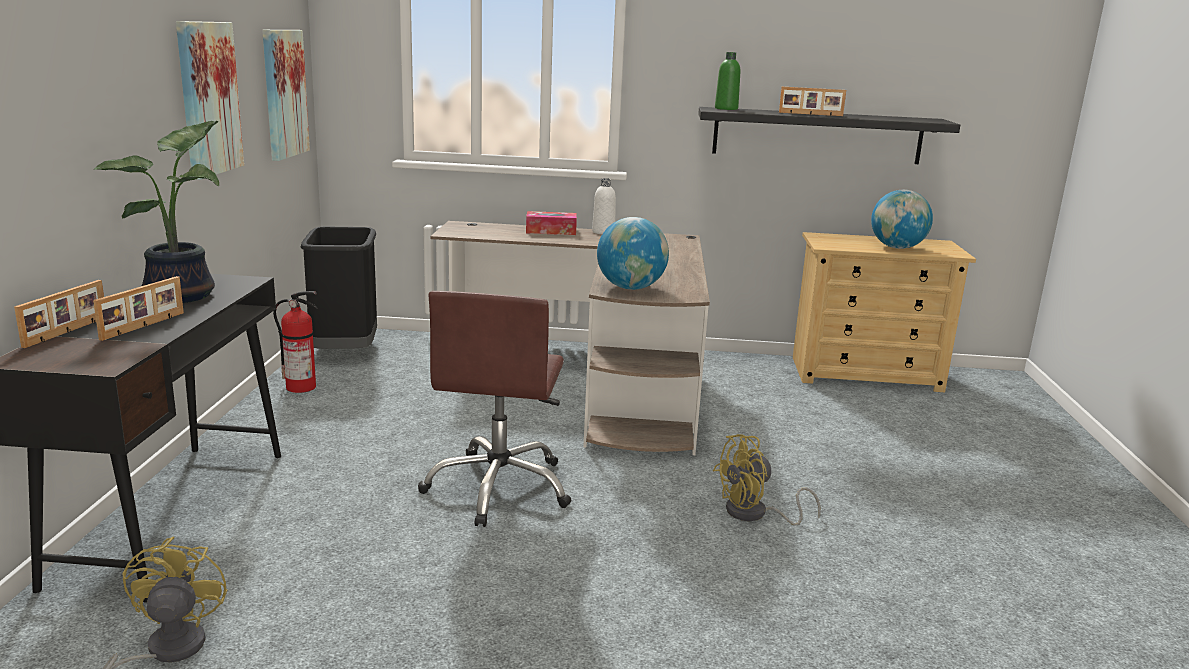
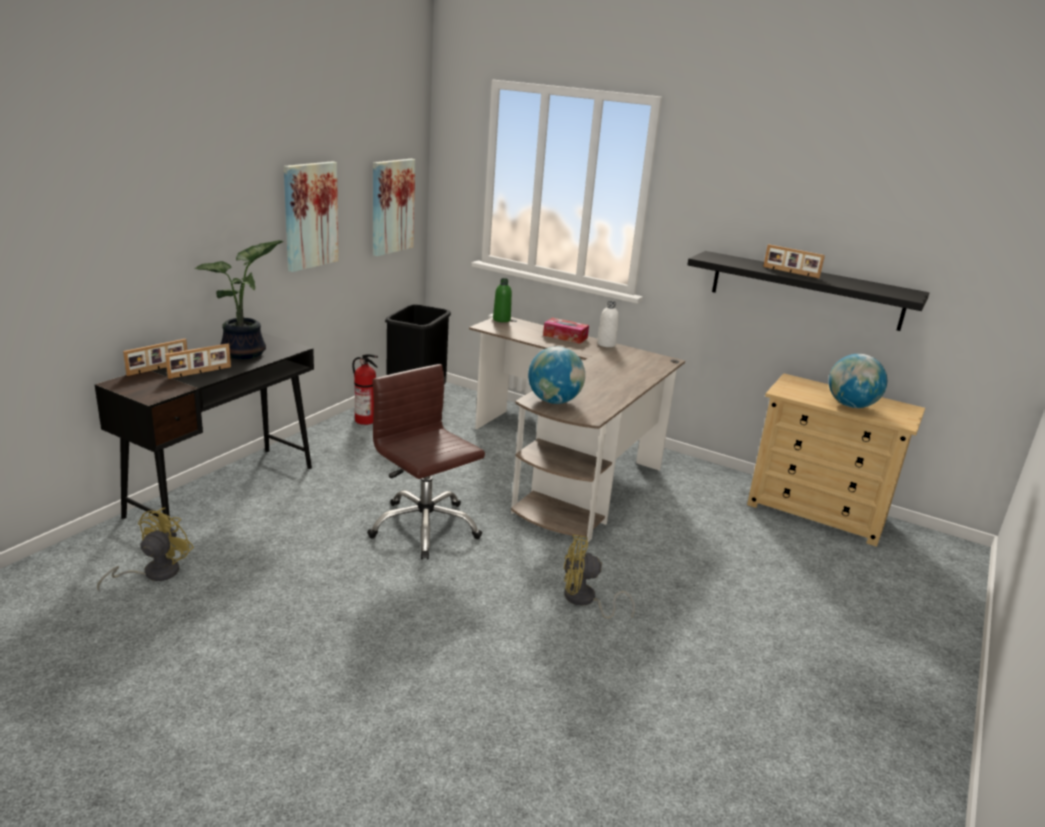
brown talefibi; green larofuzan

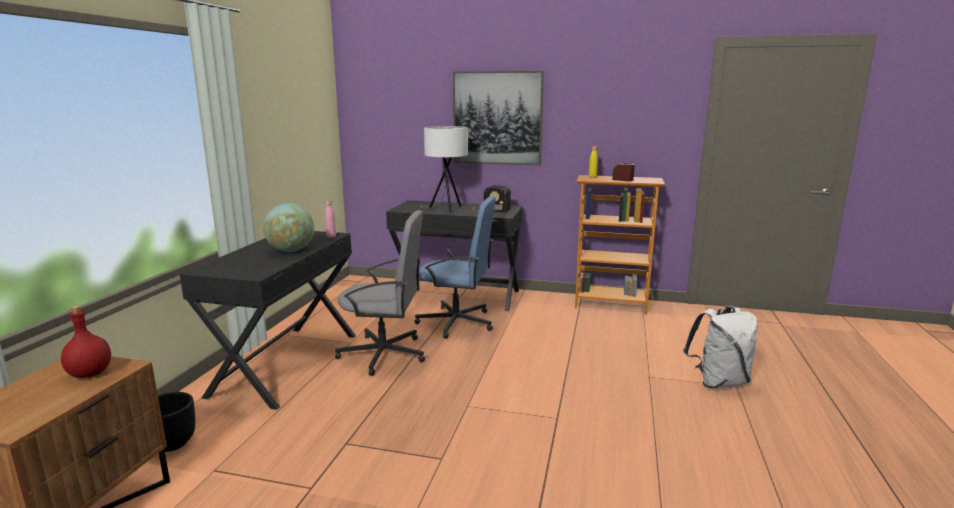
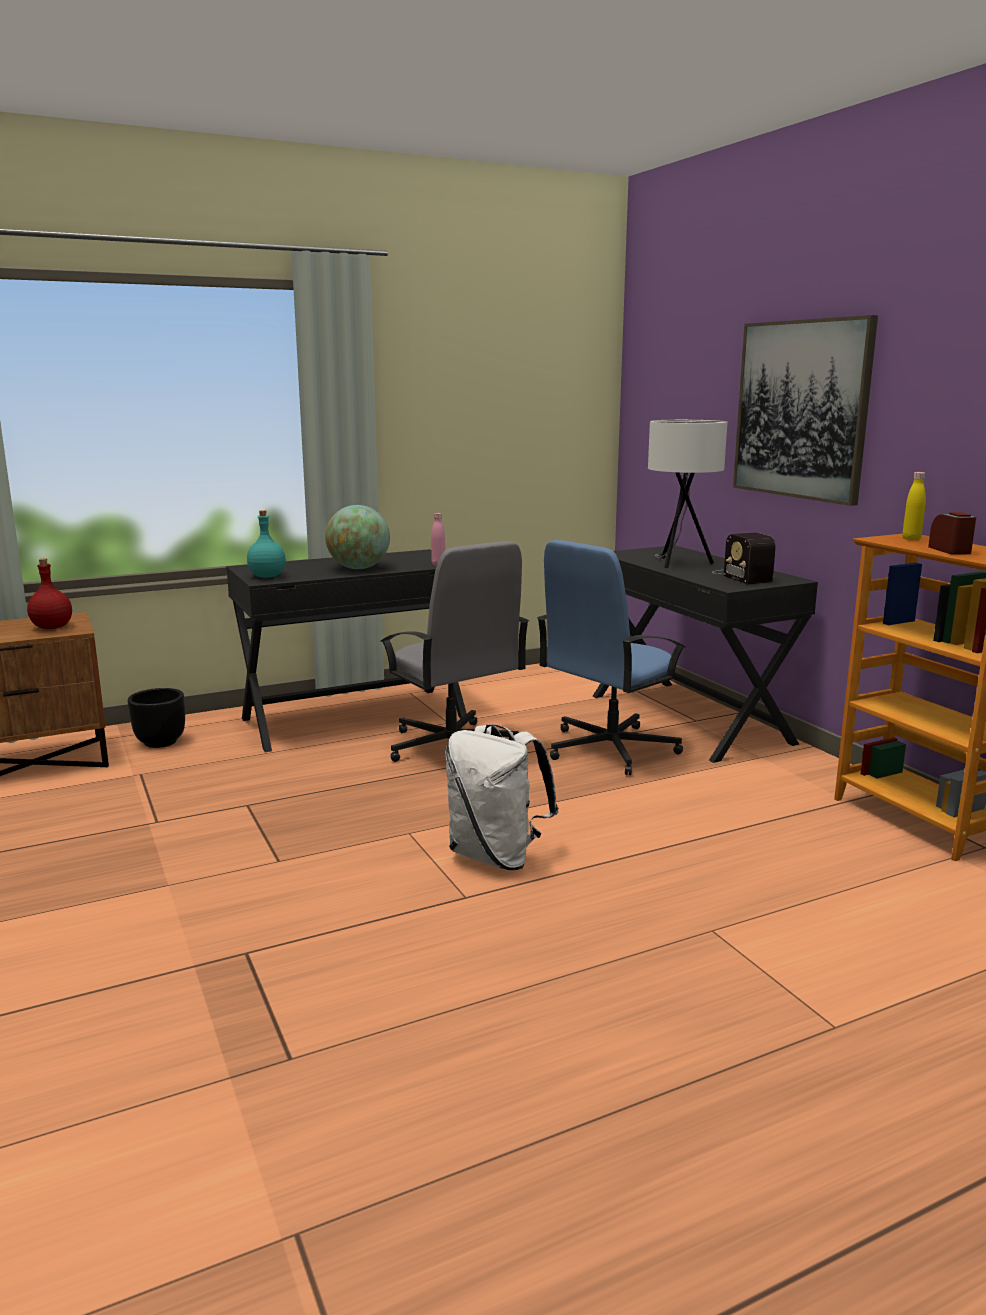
blue talefibi; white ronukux; turquoise larofuzan

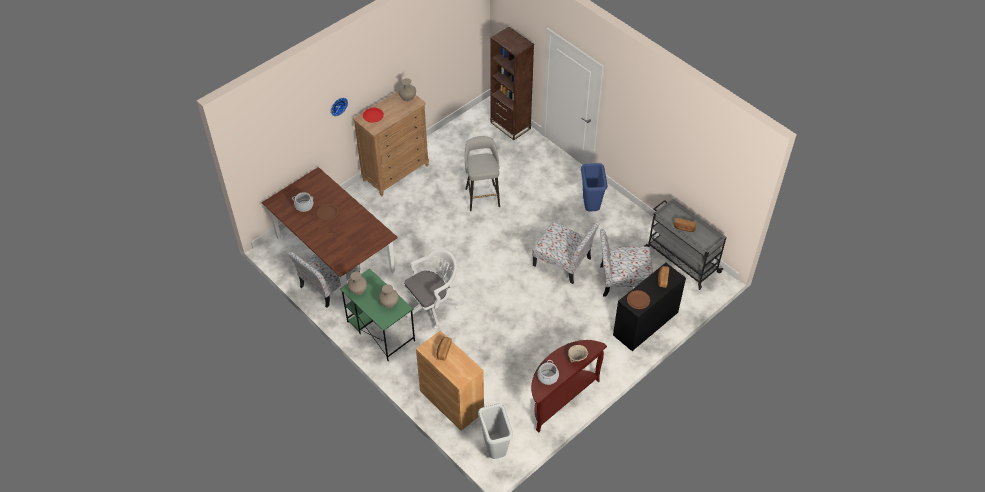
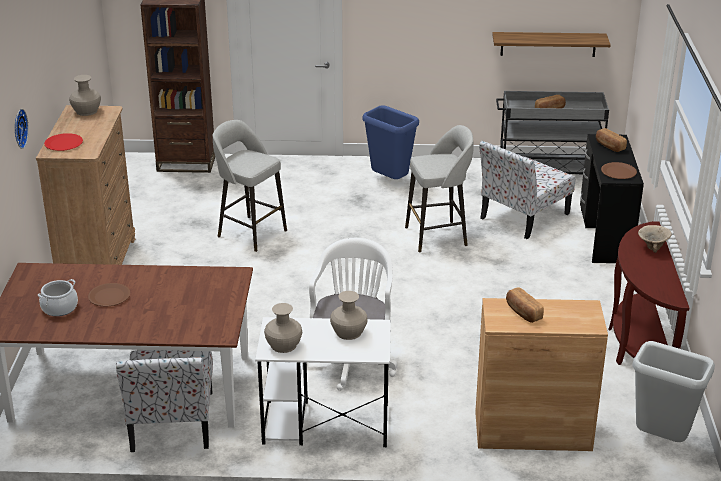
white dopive; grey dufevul (2nd from left); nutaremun (2nd from left in the first image); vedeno

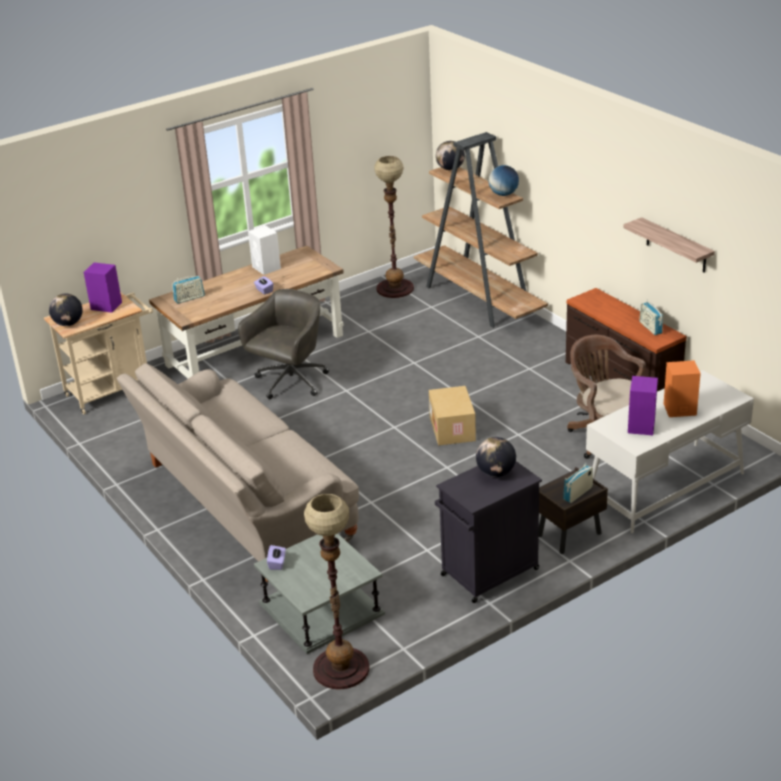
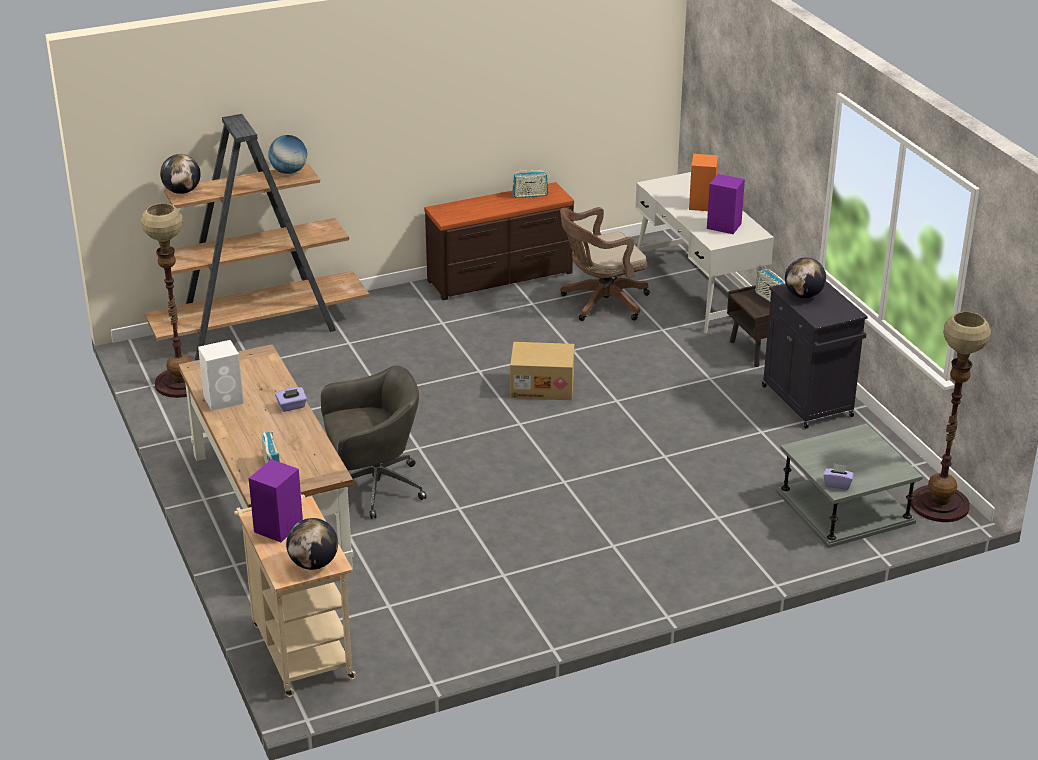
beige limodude; grey talefibi; vedeno

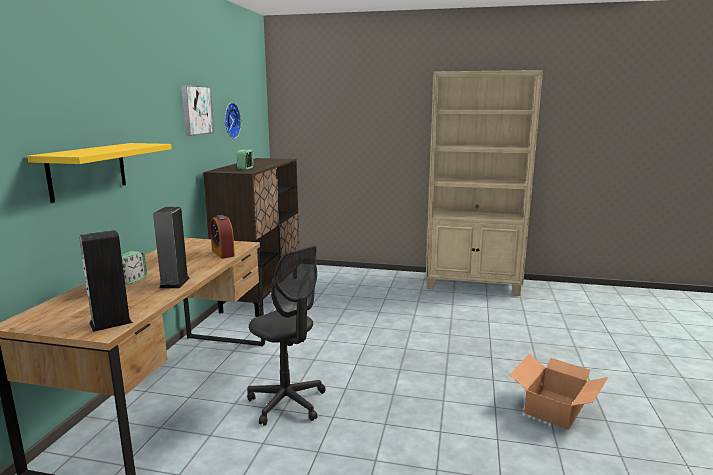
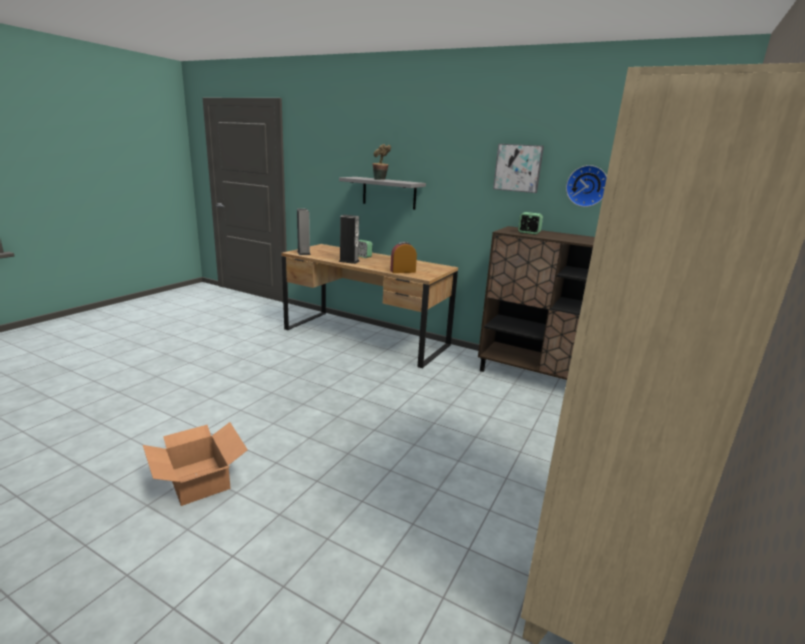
grey vedeno; grey talefibi; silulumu

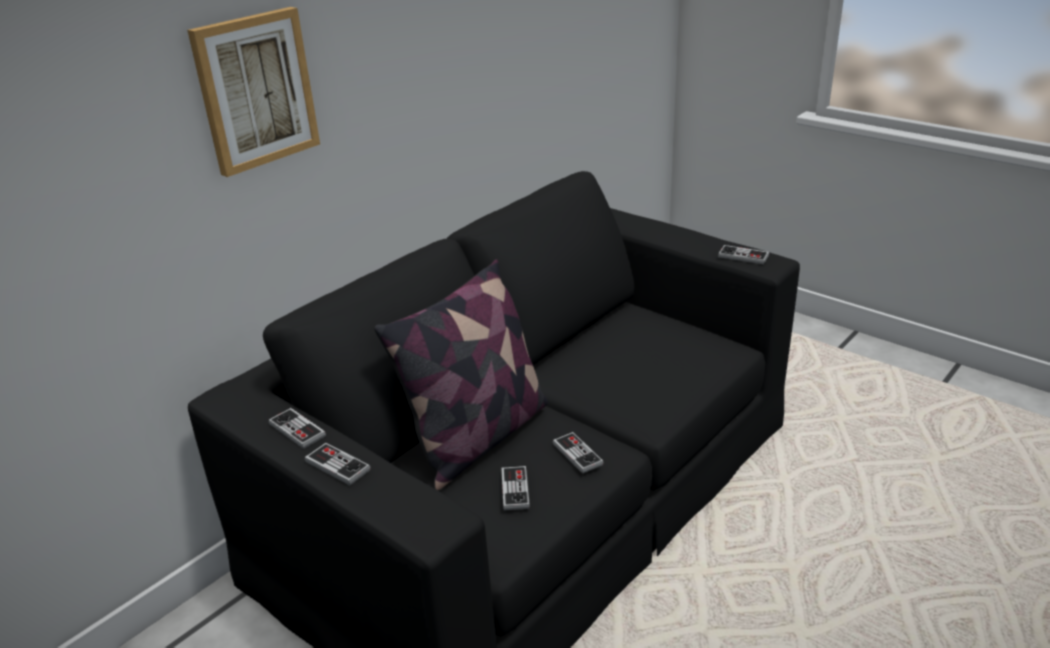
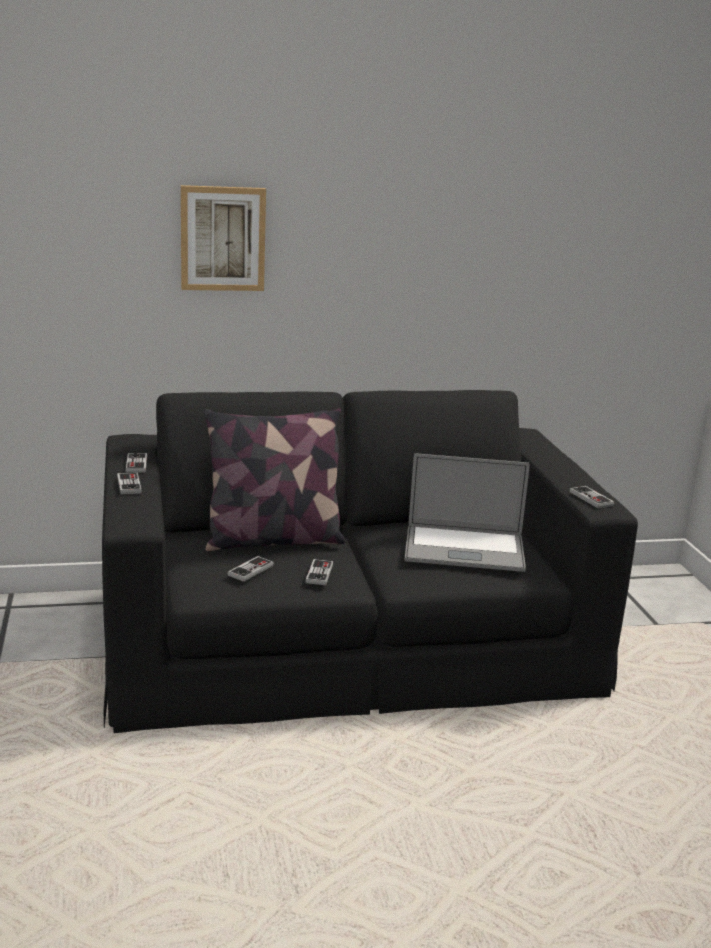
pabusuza

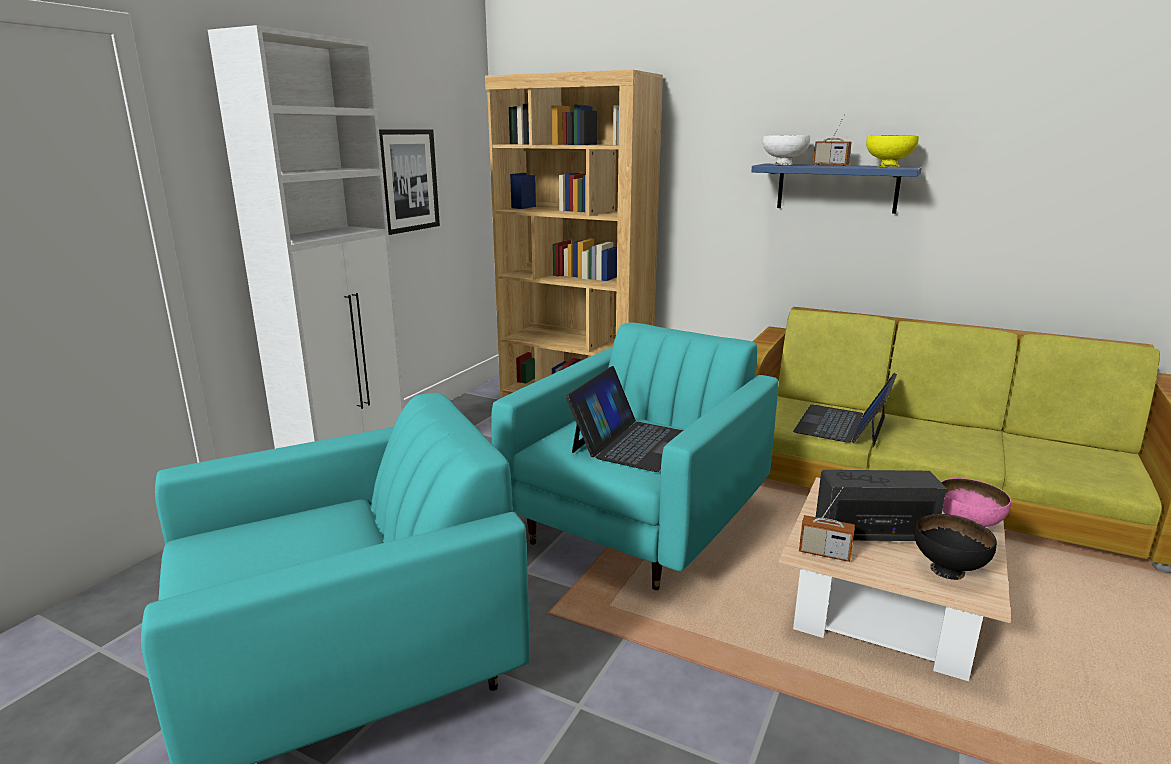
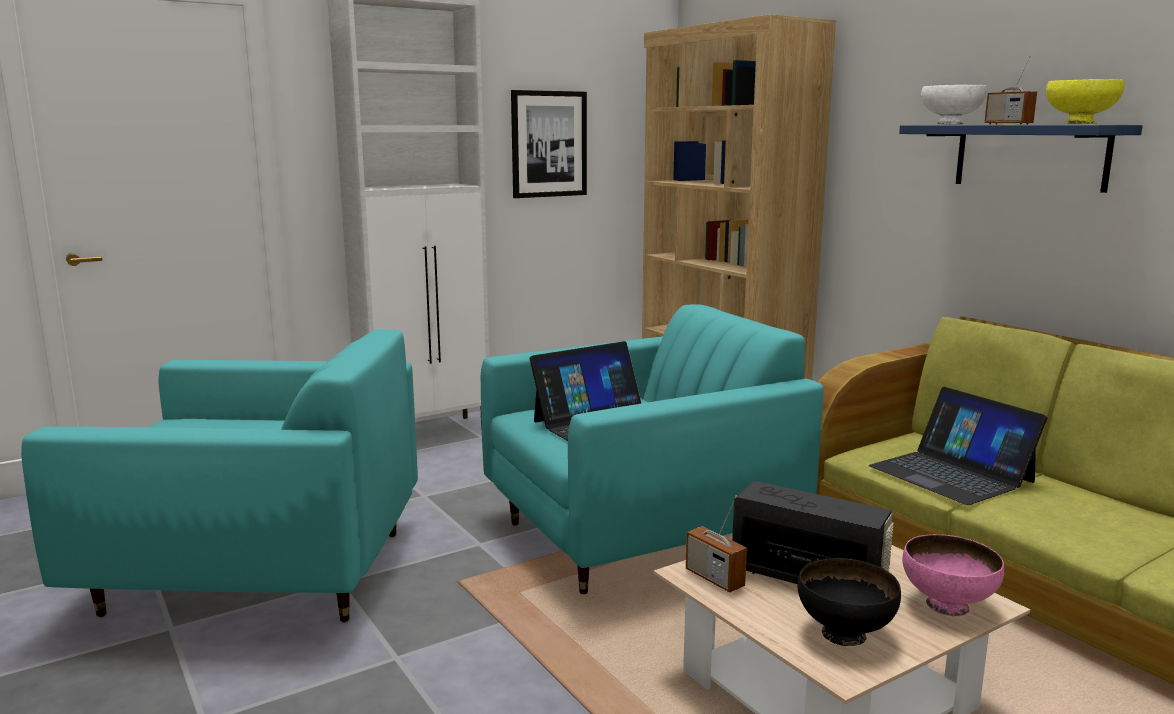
pabusuza (2nd from left)

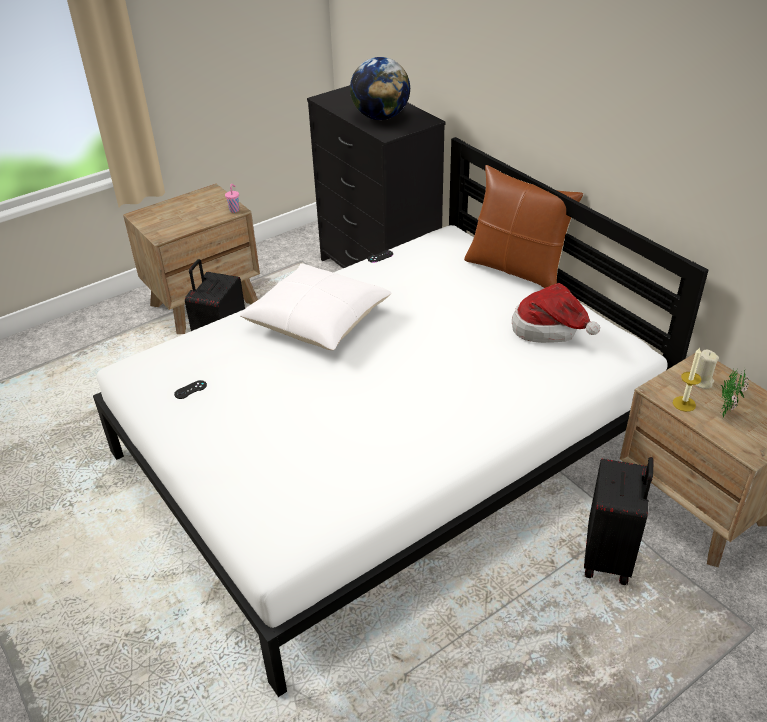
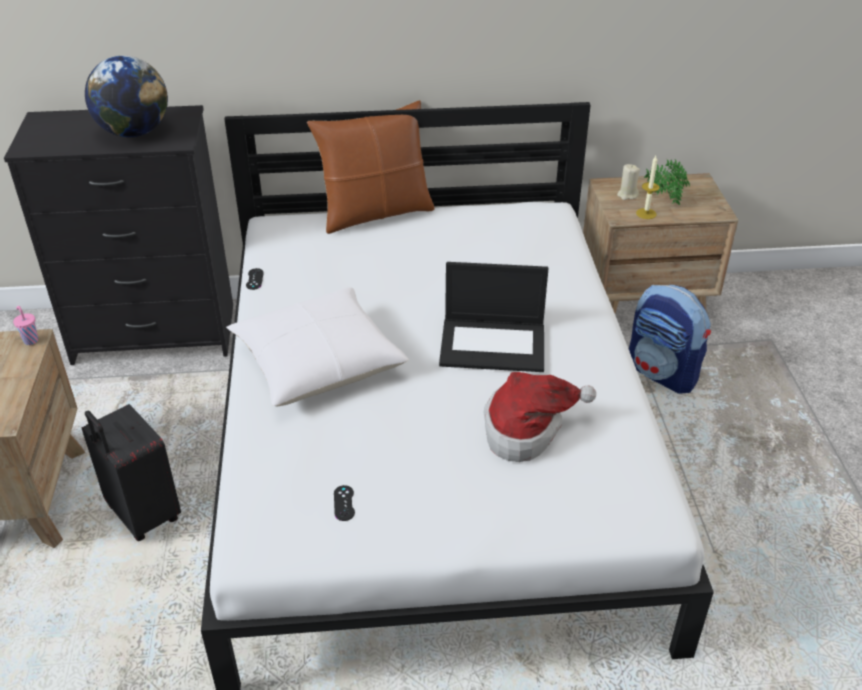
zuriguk; ronukux; pabusuza

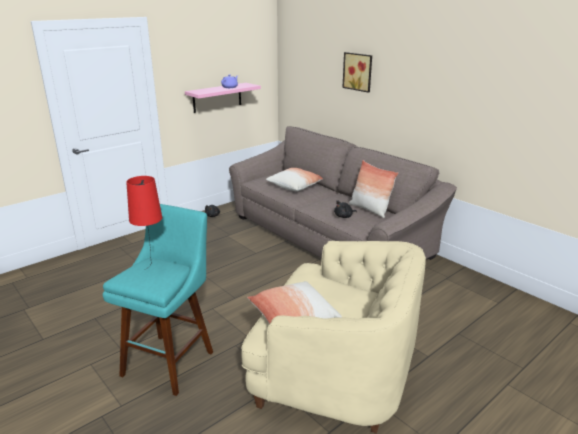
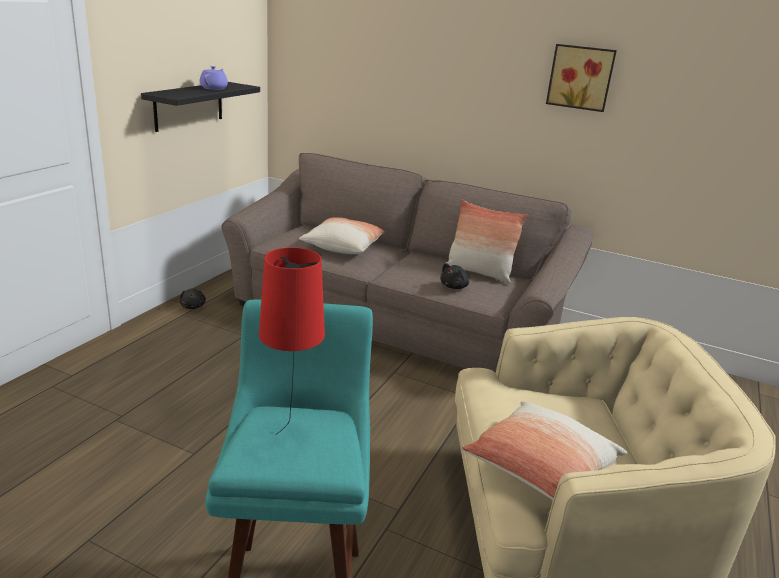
black vedeno; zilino

